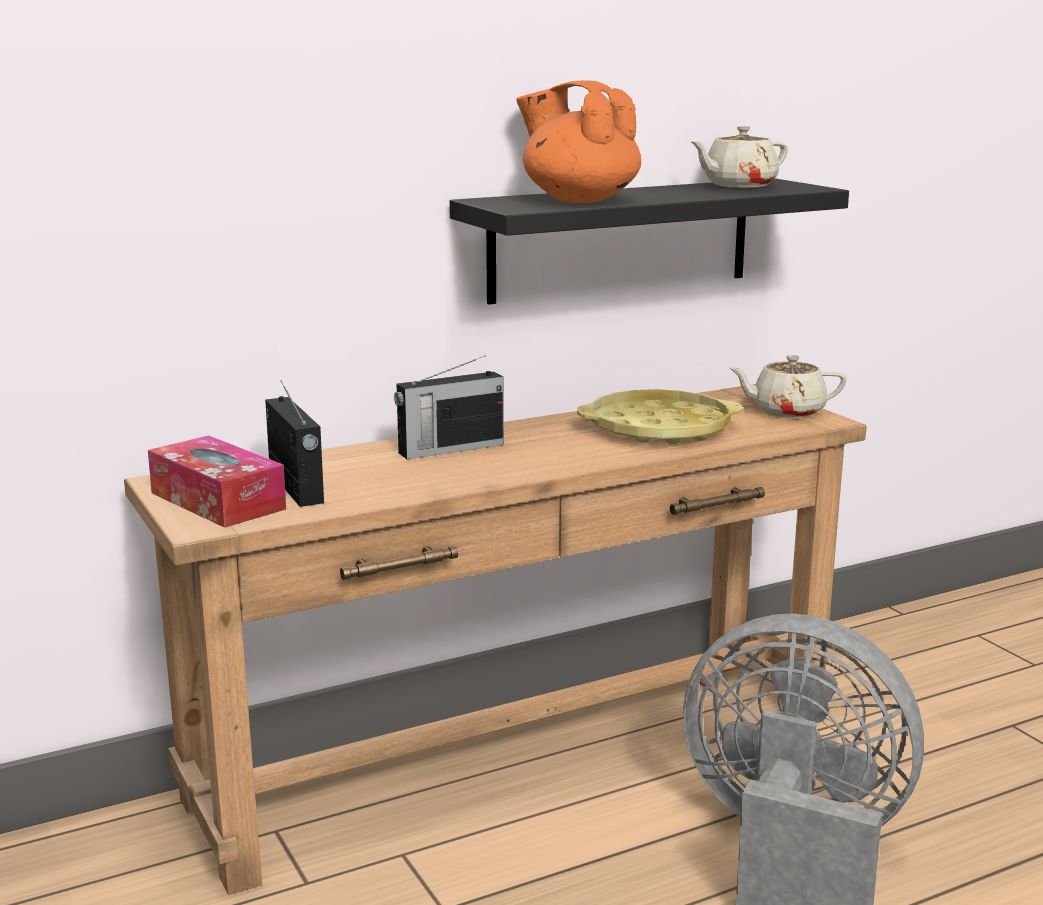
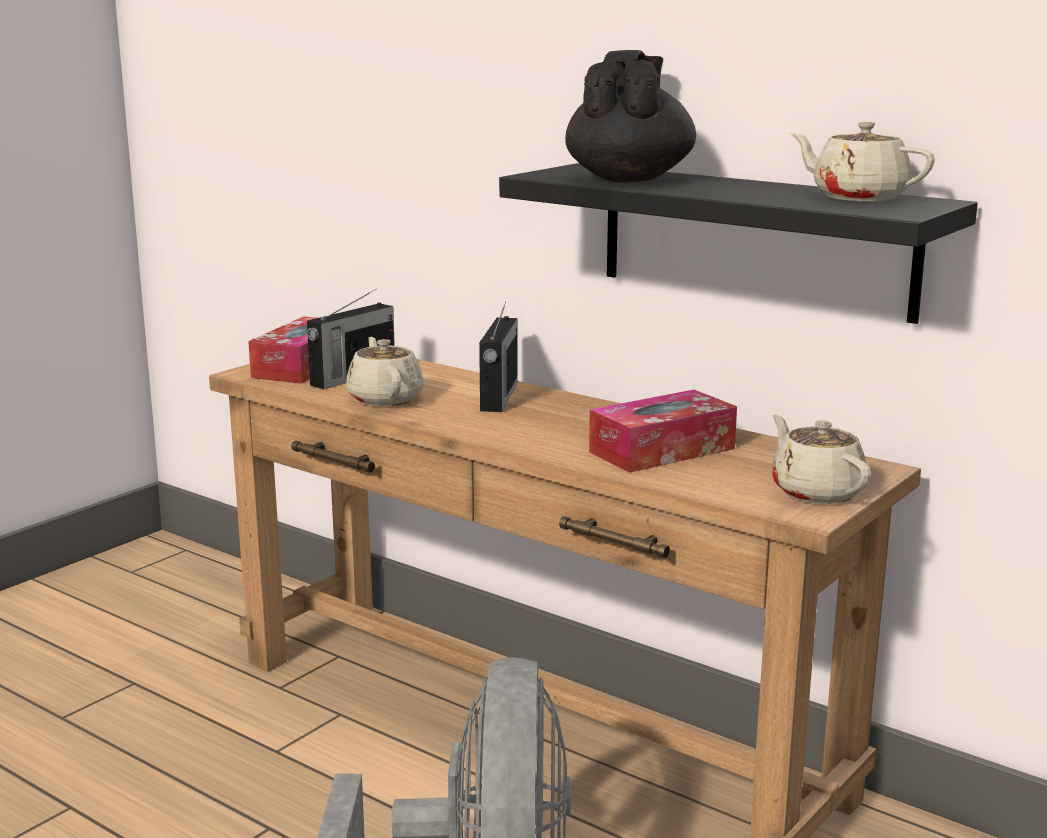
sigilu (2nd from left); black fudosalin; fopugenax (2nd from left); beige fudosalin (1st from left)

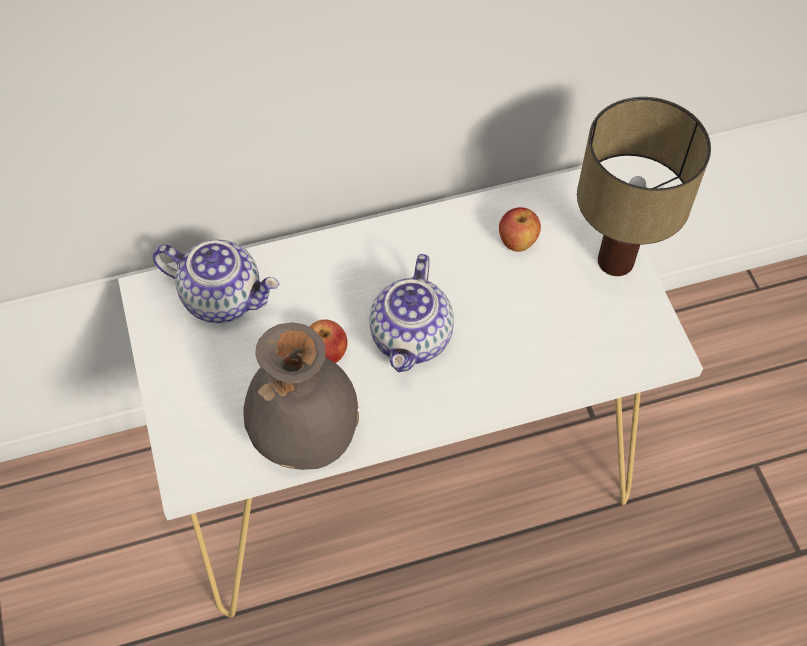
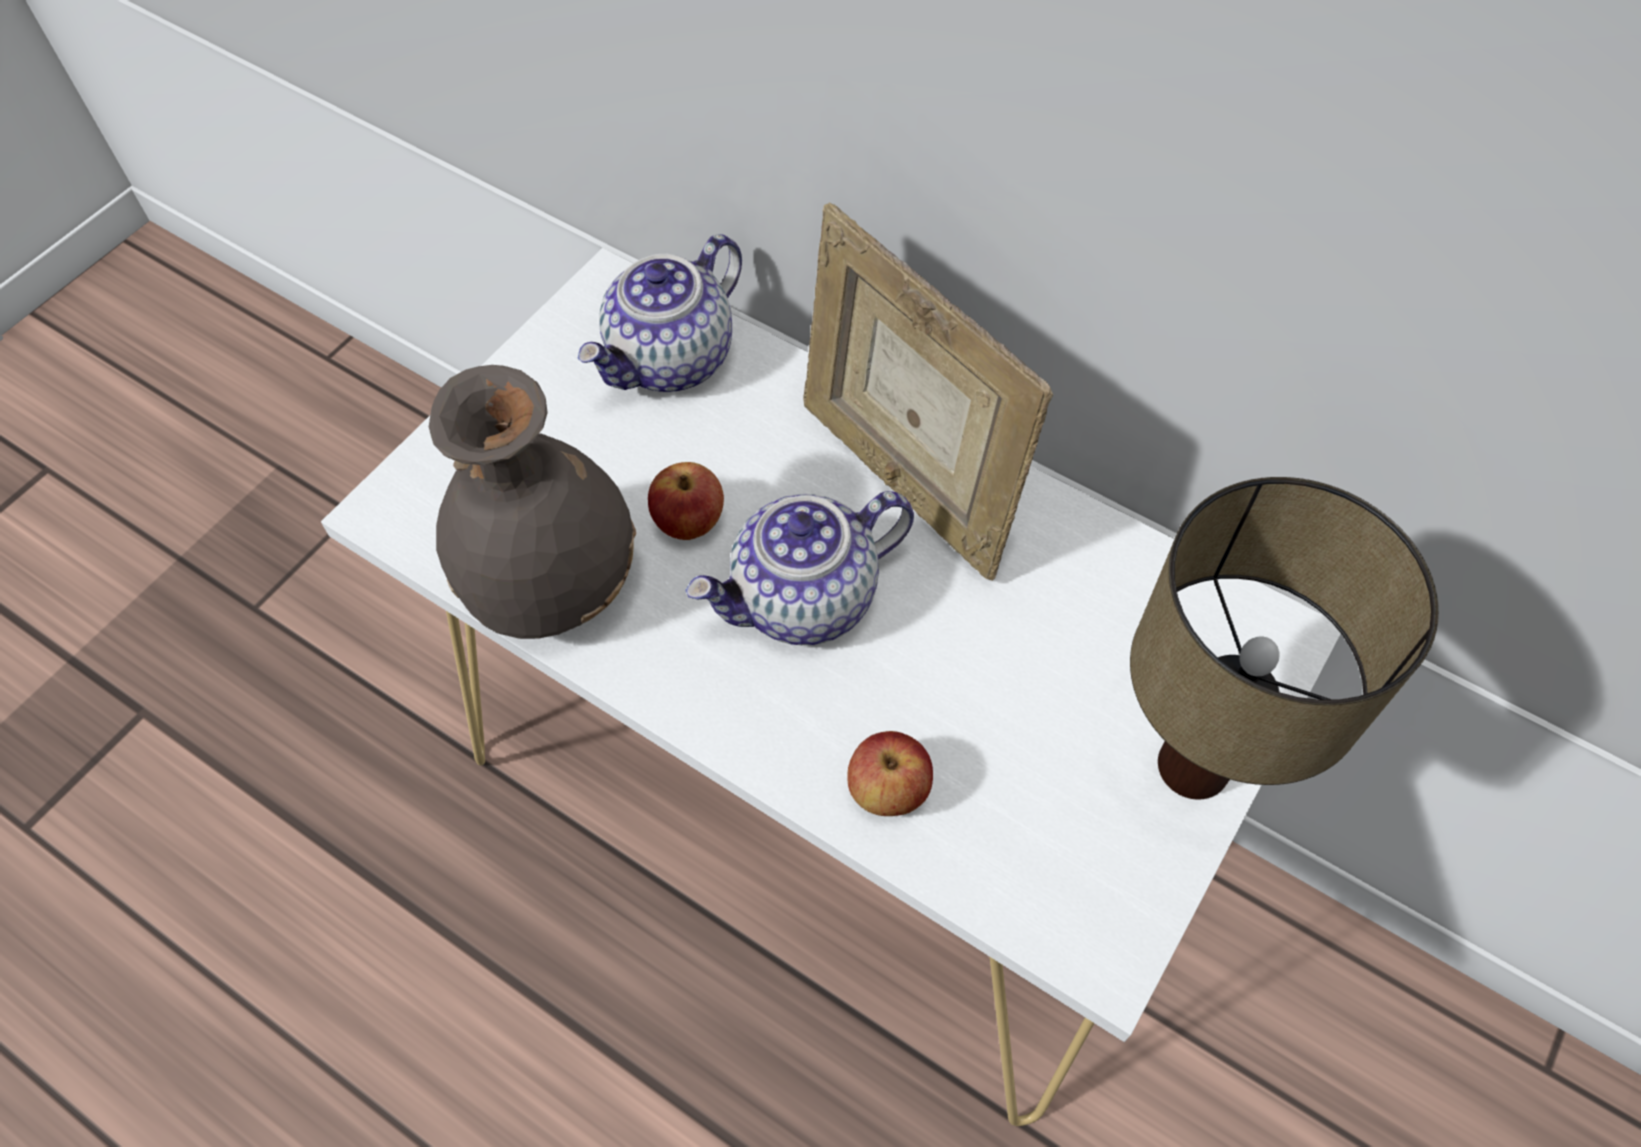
fudosalin (1st from left); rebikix (2nd from left); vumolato

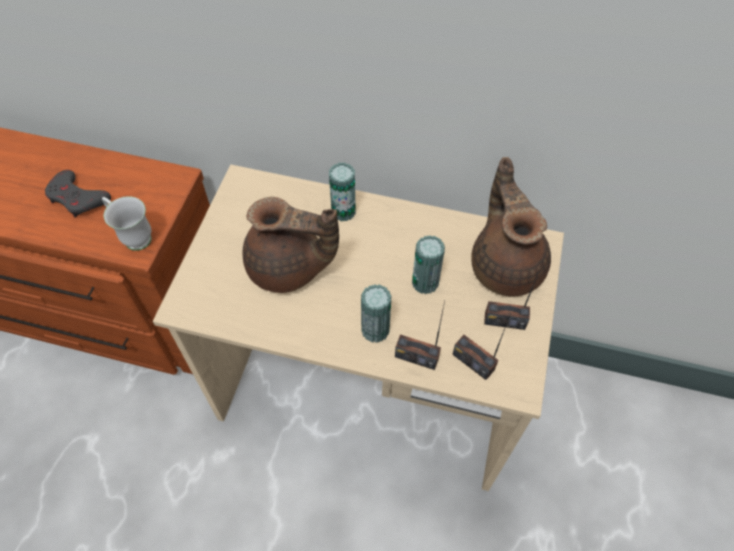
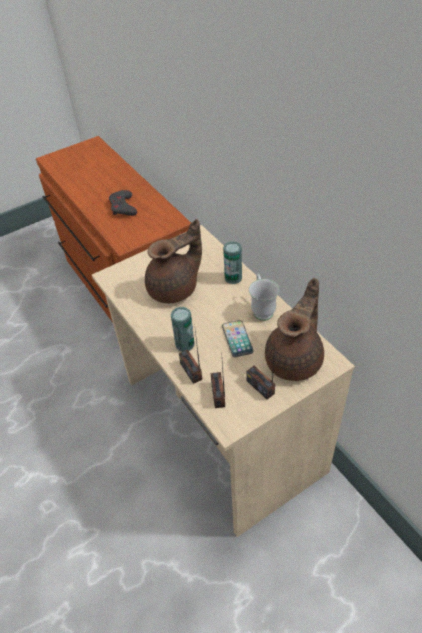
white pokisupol; brown fudosalin (1st from left); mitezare

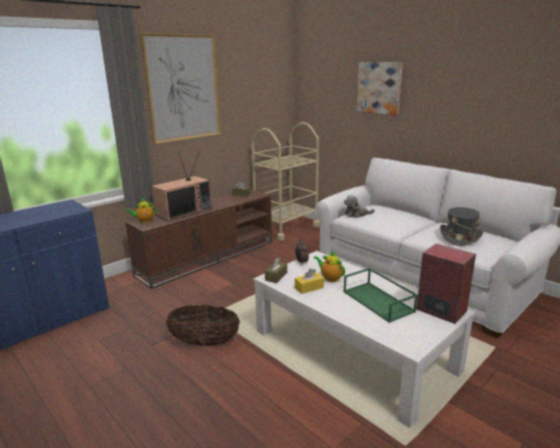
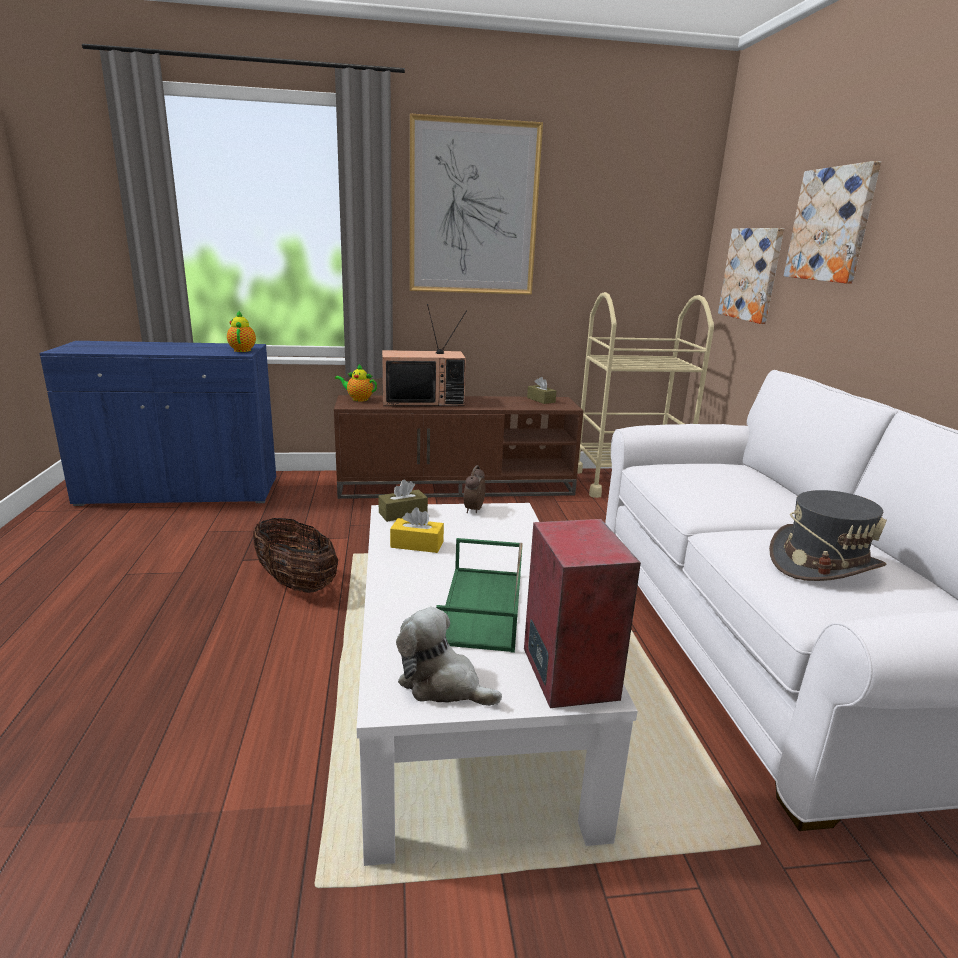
fudosalin (1st from left); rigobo; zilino (2nd from left)

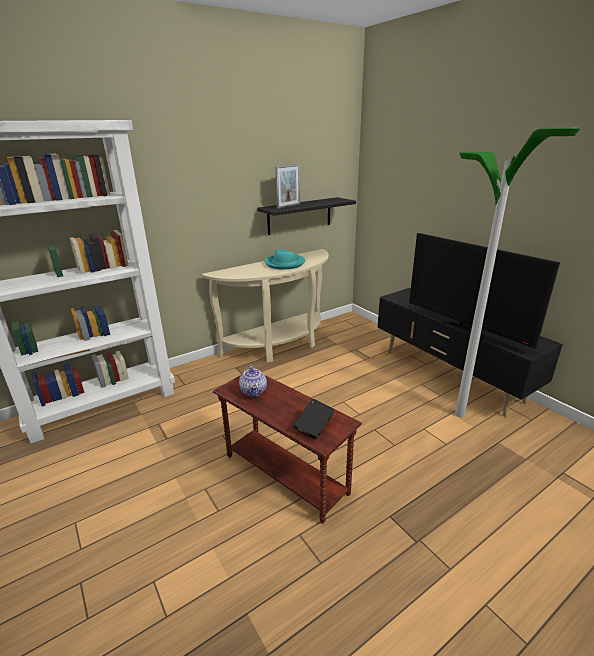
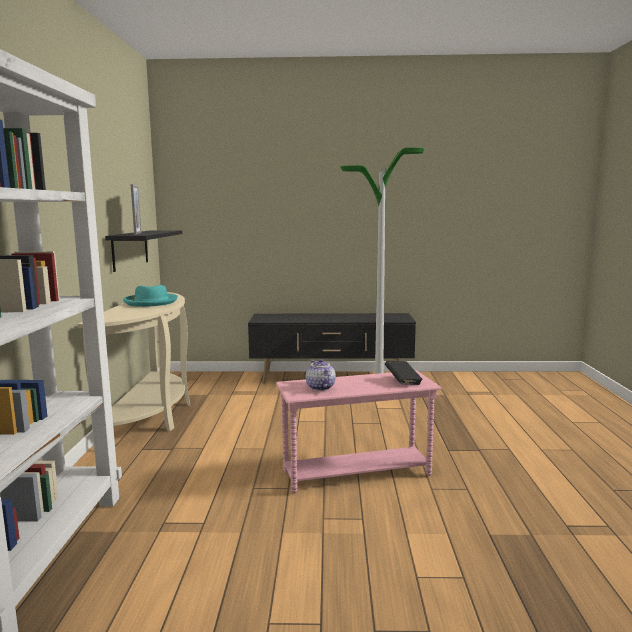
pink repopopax; fudosalin; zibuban

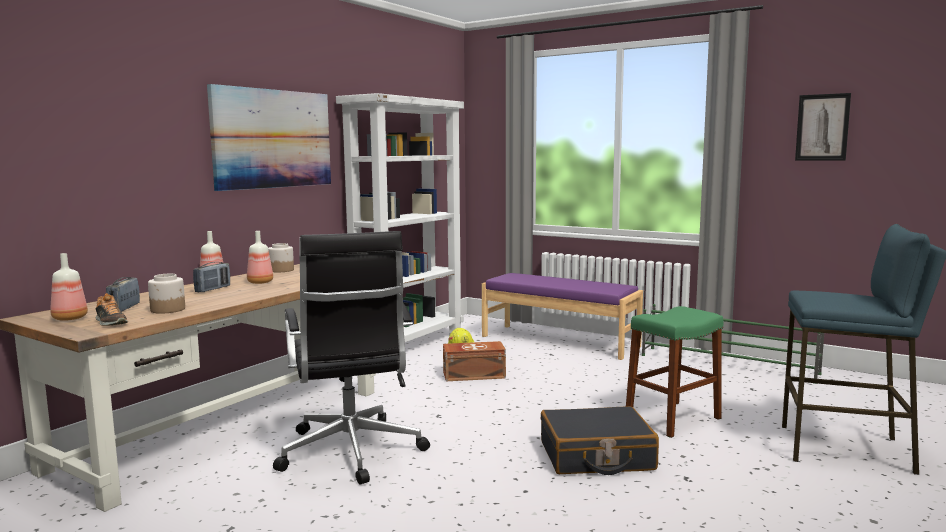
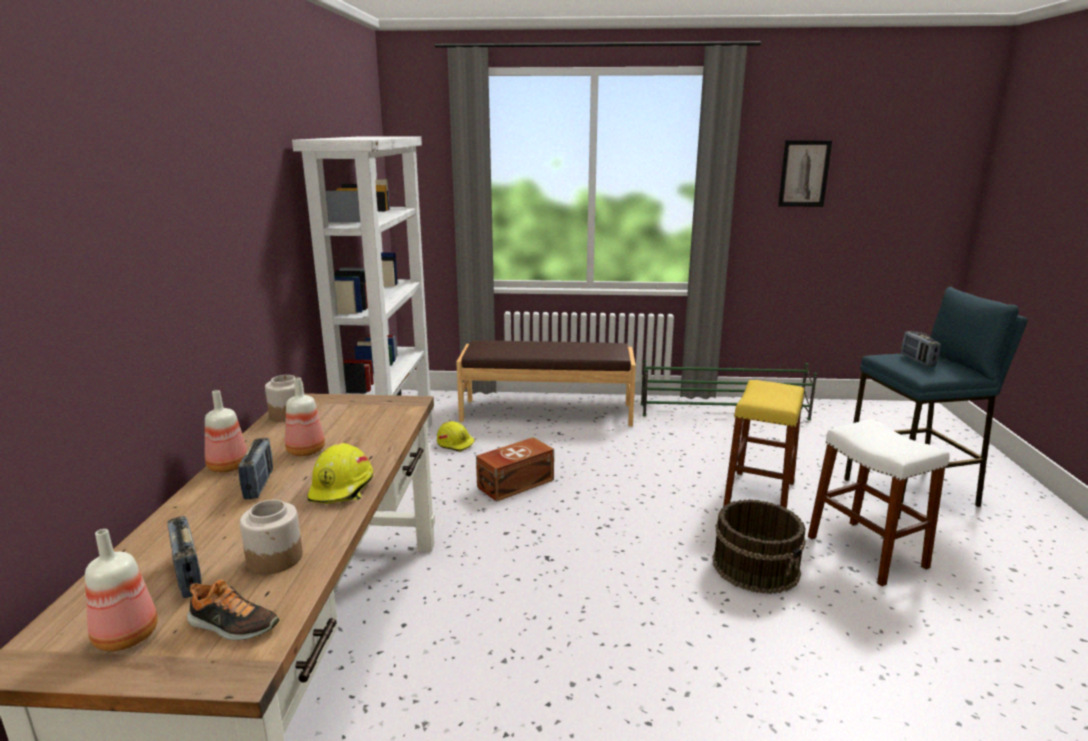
zilino (1st from left in the first image); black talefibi; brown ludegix; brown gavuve; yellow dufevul; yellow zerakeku (1st from left); white dufevul; sigilu (3rd from left)

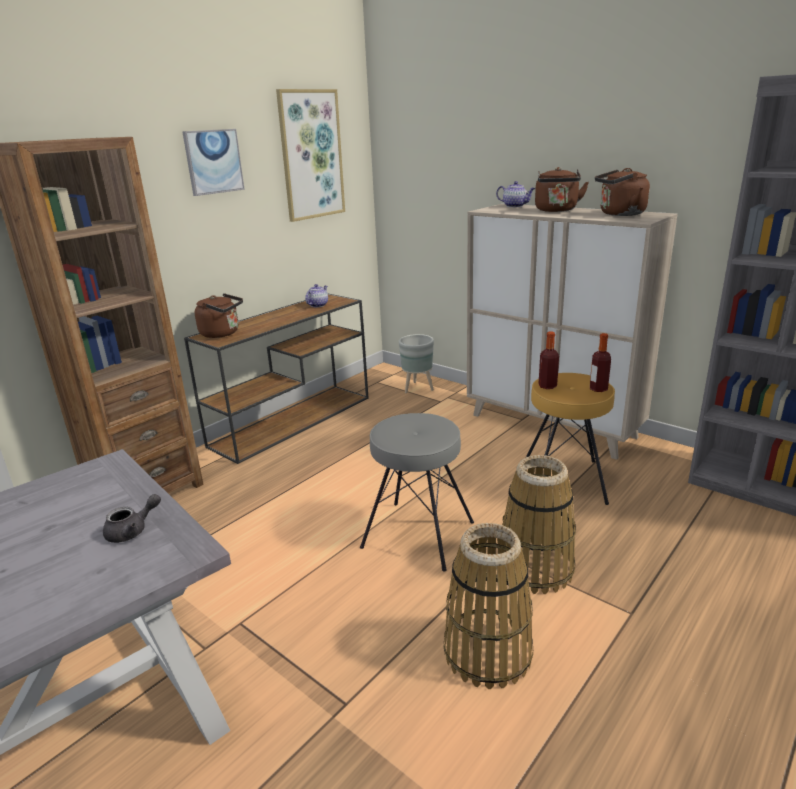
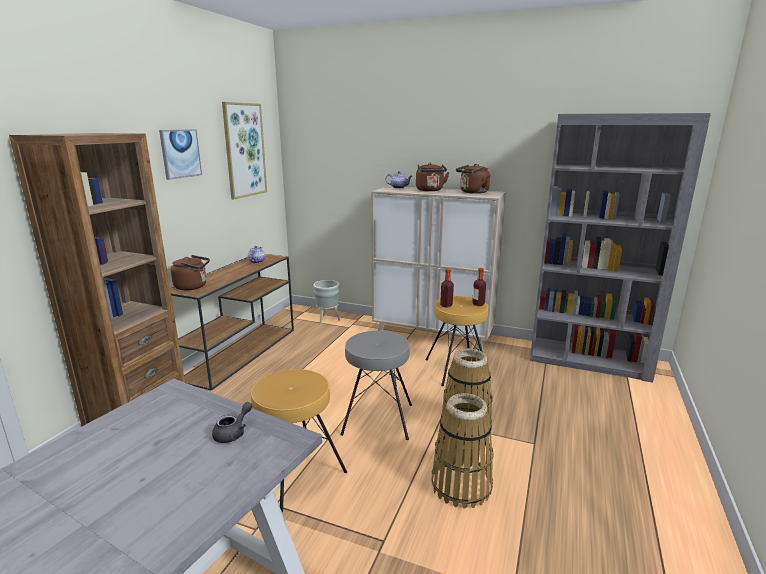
brown dufevul (1st from left)

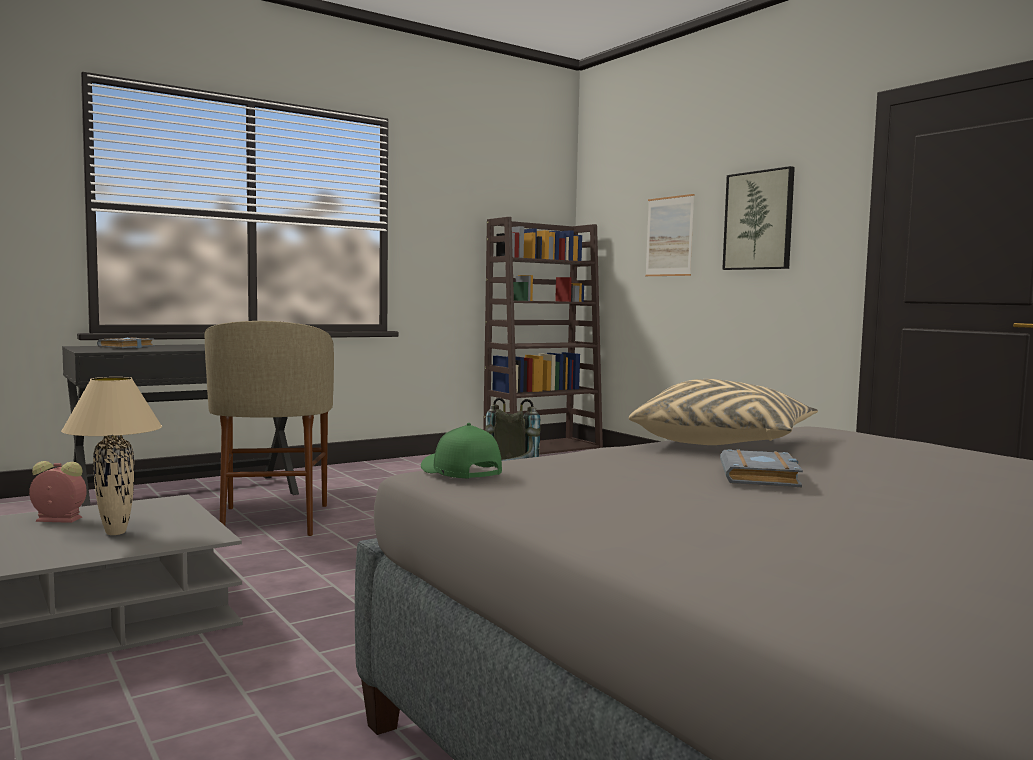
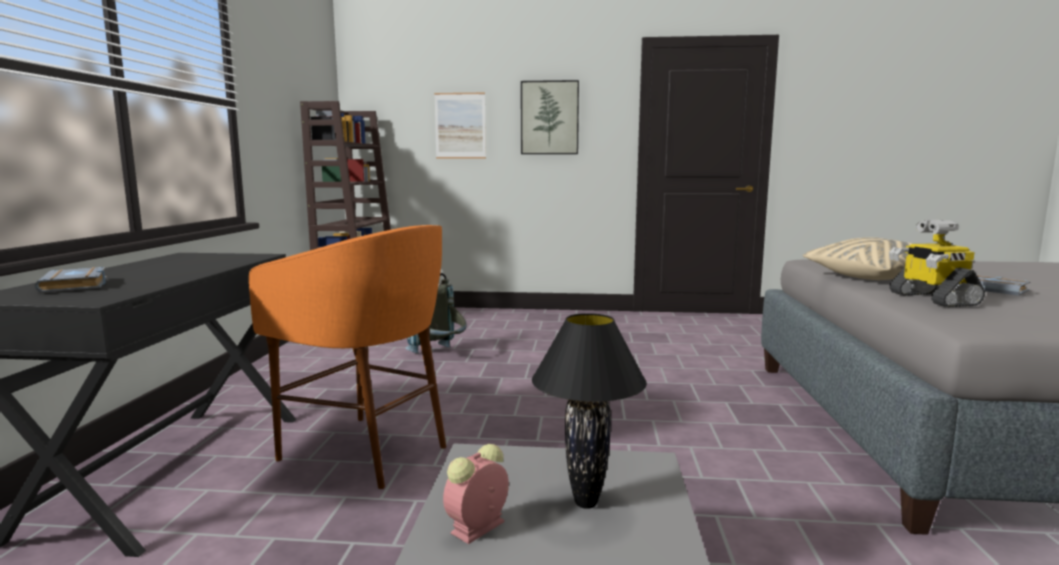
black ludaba; orange dufevul; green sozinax; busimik

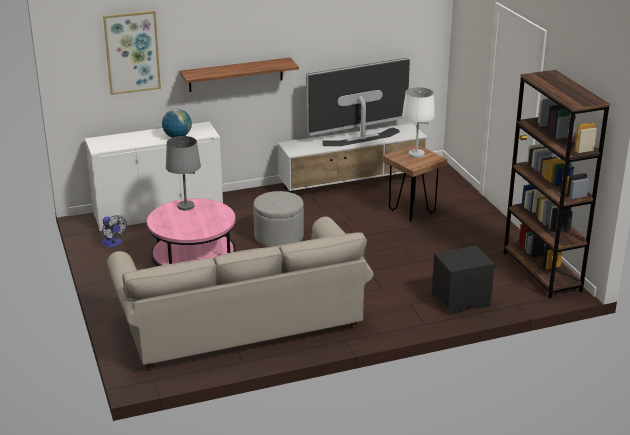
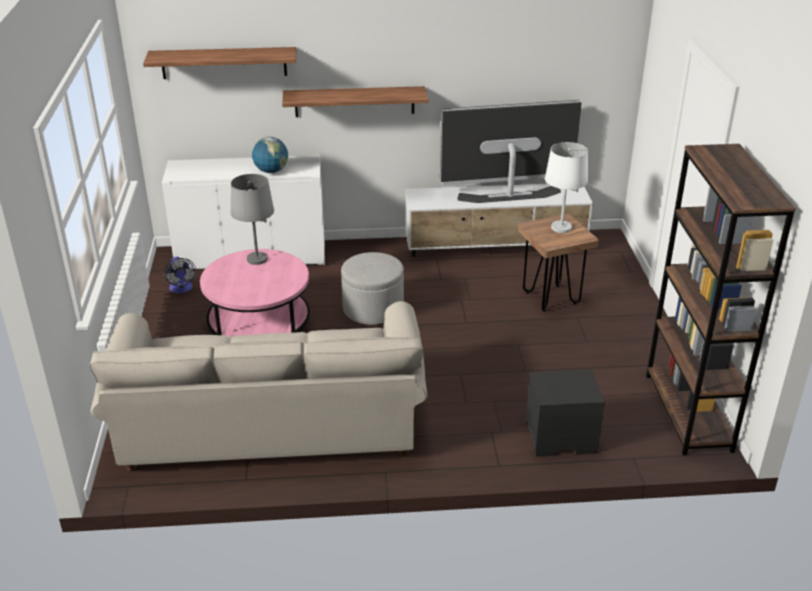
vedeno (1st from left)

